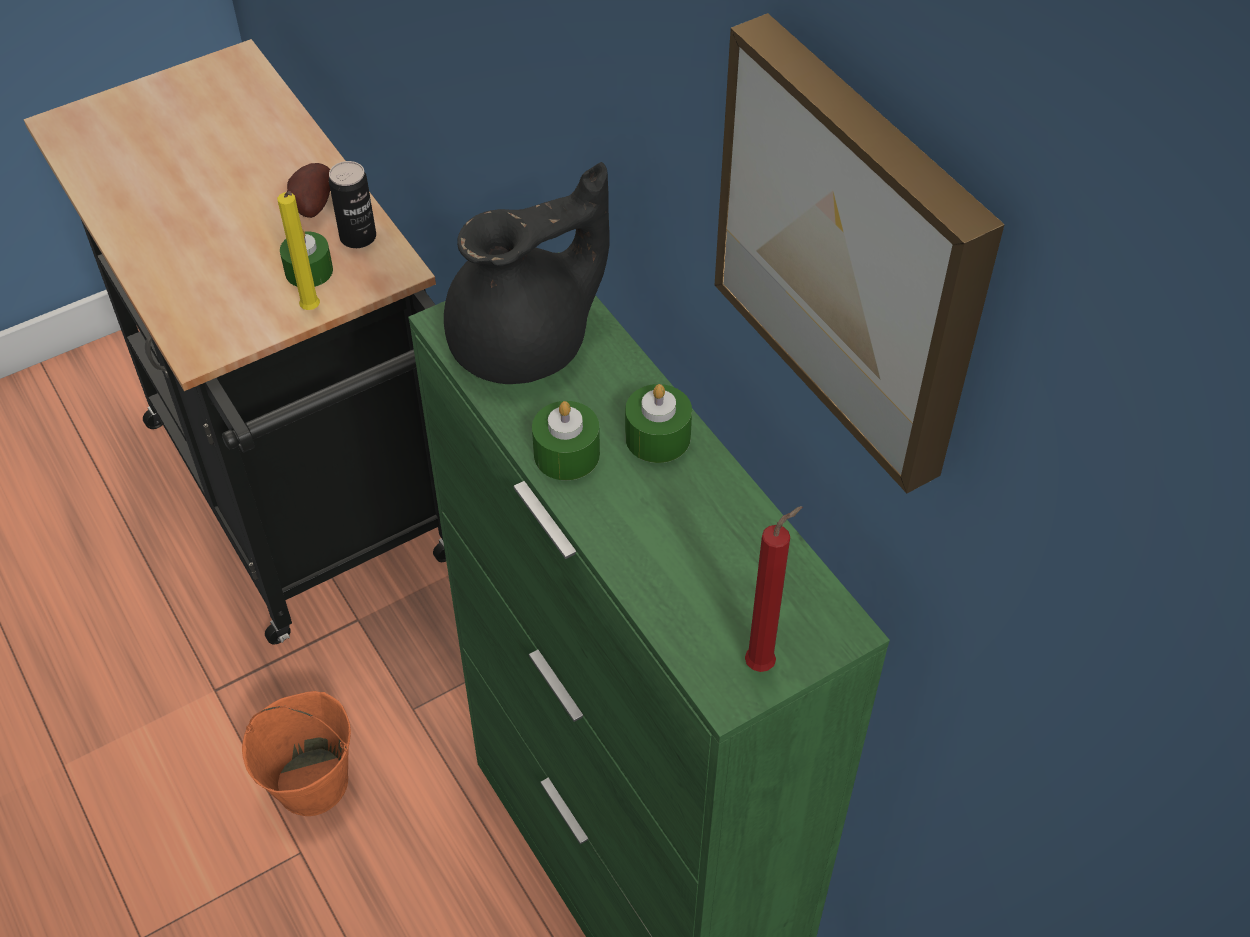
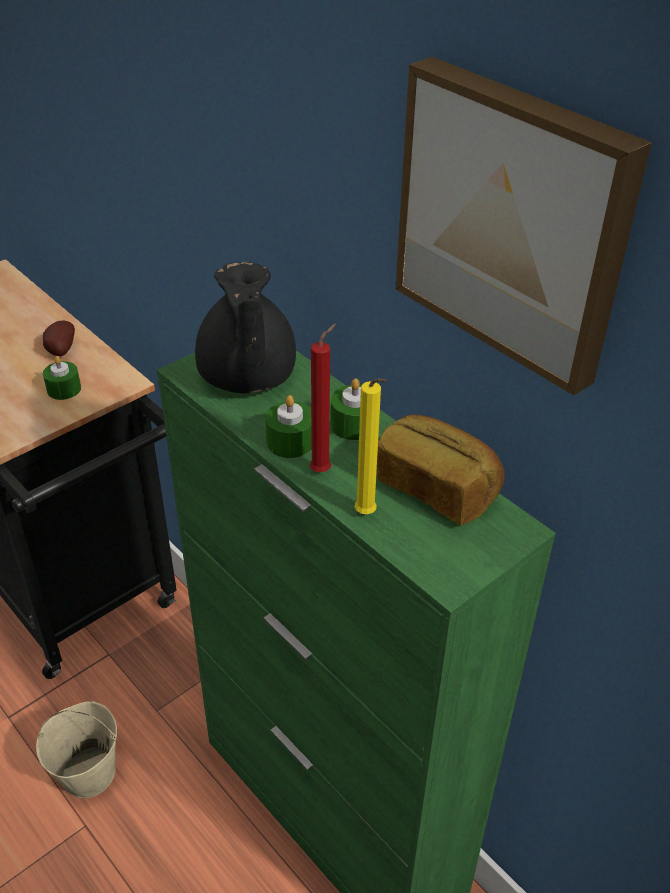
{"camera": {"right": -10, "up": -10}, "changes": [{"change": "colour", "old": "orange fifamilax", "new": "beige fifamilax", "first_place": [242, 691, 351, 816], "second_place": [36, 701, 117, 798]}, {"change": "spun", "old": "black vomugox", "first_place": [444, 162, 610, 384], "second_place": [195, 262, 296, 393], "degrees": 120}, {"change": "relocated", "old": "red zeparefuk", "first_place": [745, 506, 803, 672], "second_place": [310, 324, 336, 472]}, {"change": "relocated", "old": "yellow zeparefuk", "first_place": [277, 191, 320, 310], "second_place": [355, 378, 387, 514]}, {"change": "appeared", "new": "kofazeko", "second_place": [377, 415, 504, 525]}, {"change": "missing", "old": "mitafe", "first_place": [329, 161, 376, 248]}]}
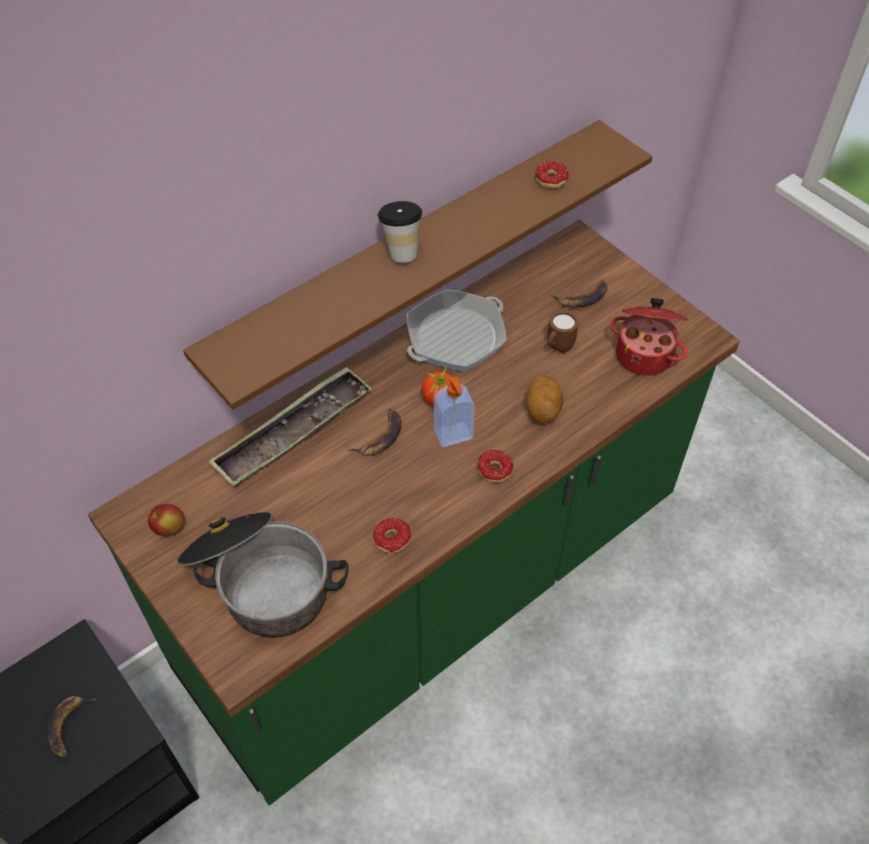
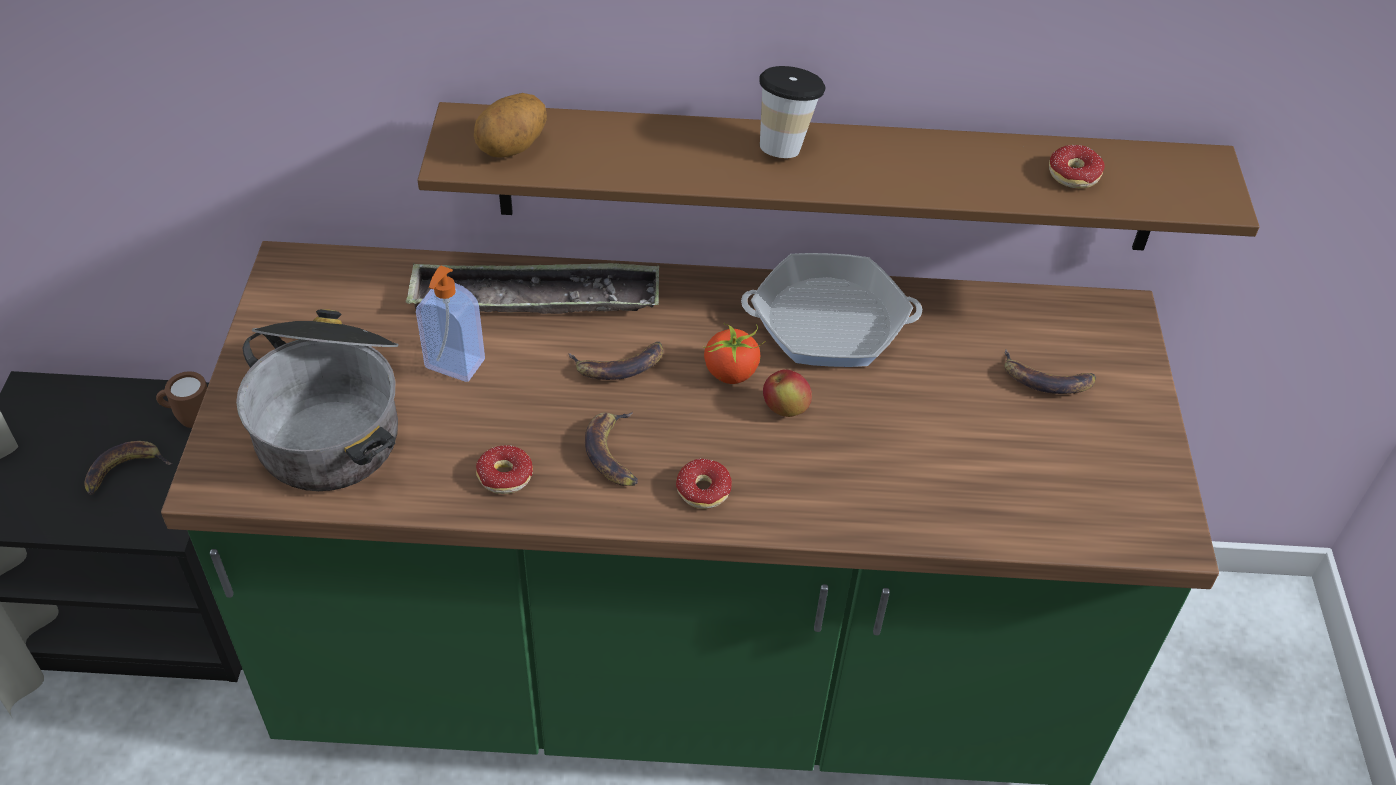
{"camera": {"right": 40, "up": -5}, "changes": [{"change": "relocated", "old": "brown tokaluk", "first_place": [547, 310, 579, 353], "second_place": [156, 371, 207, 428]}, {"change": "relocated", "old": "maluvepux", "first_place": [434, 376, 475, 447], "second_place": [416, 266, 485, 382]}, {"change": "relocated", "old": "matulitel", "first_place": [526, 375, 563, 423], "second_place": [474, 93, 547, 157]}, {"change": "appeared", "new": "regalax", "second_place": [585, 411, 638, 486]}, {"change": "relocated", "old": "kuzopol", "first_place": [148, 504, 185, 536], "second_place": [763, 369, 812, 417]}, {"change": "missing", "old": "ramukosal", "first_place": [610, 298, 688, 376]}]}
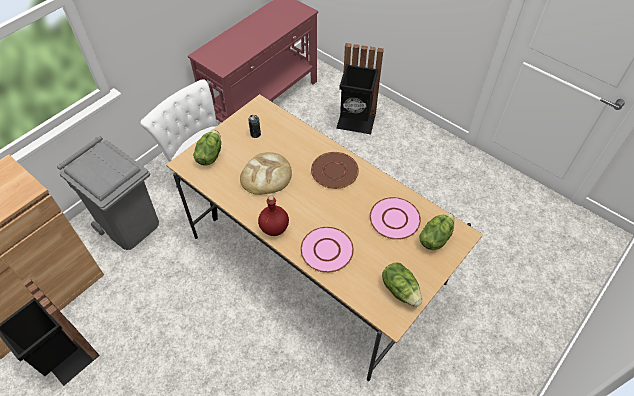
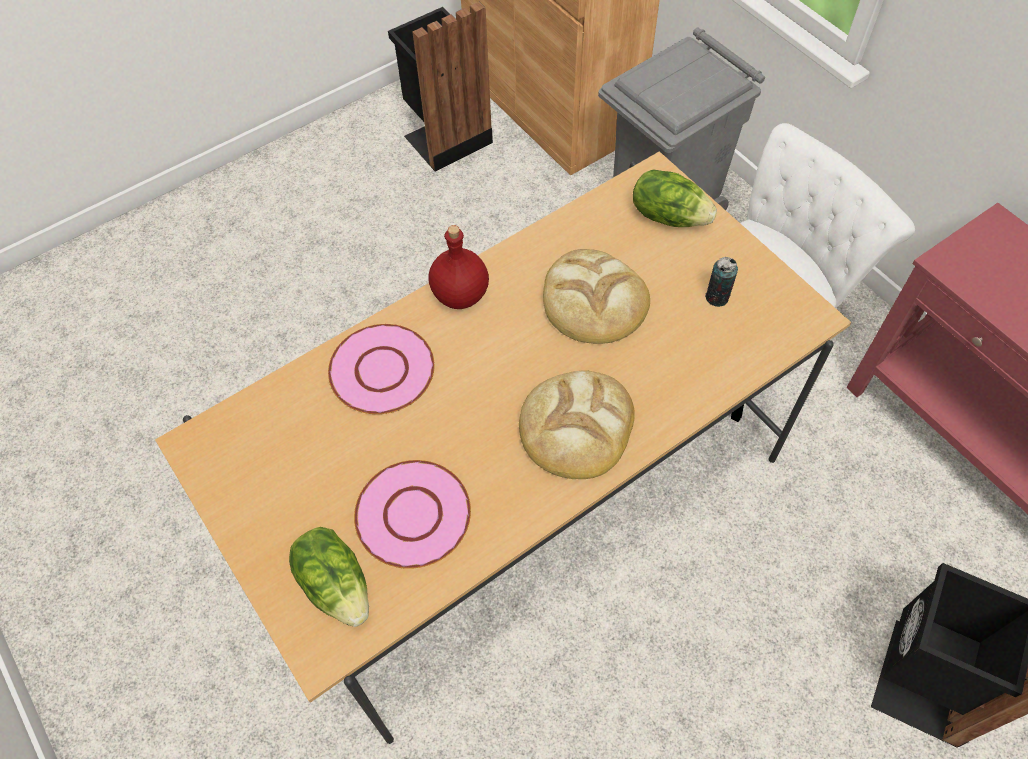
{"camera": {"right": 105, "up": 5}, "changes": [{"change": "exchanged", "old": "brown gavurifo", "new": "kofazeko", "first_place": [311, 152, 359, 189], "second_place": [519, 370, 635, 479]}, {"change": "missing", "old": "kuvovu", "first_place": [382, 262, 422, 307]}]}
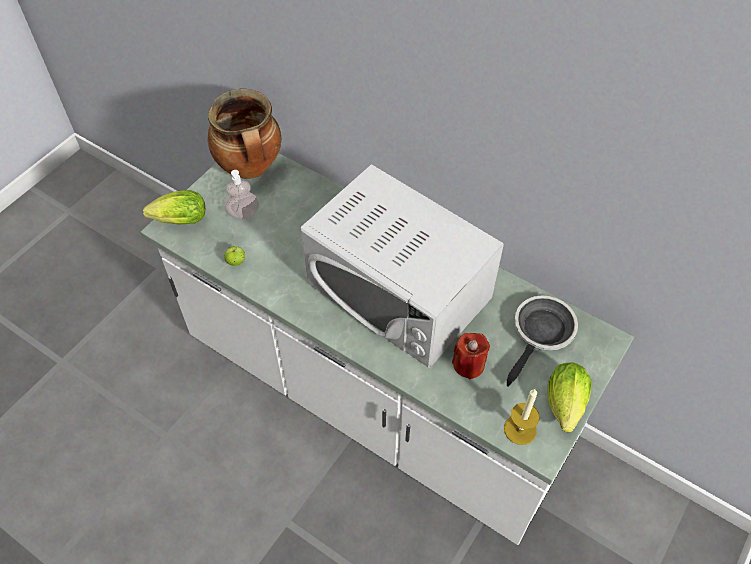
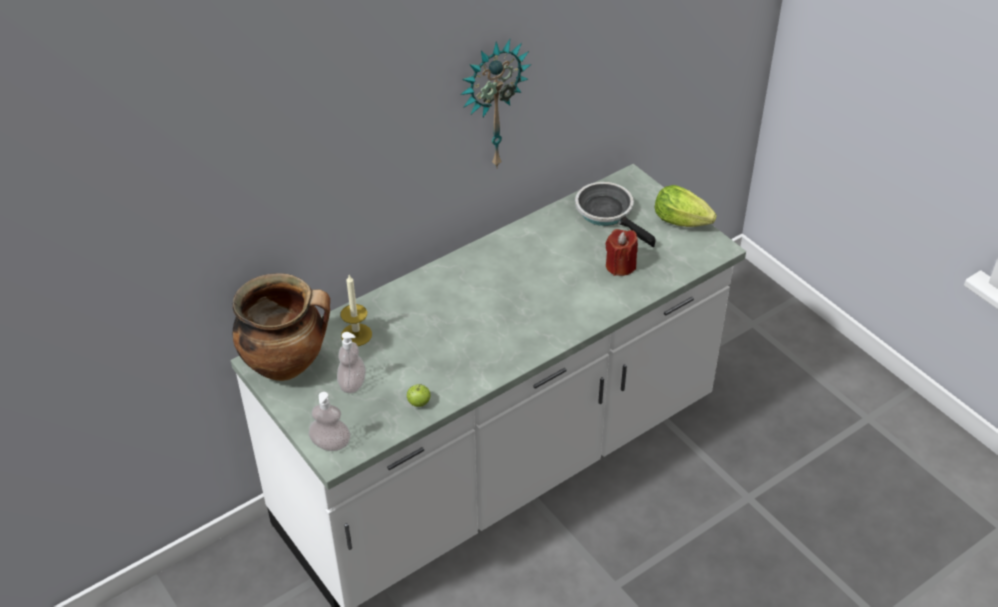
{"camera": {"right": -70, "up": -10}, "changes": [{"change": "exchanged", "old": "kuvovu", "new": "maluvepux", "first_place": [143, 190, 205, 225], "second_place": [308, 392, 351, 451]}, {"change": "relocated", "old": "zeparefuk", "first_place": [504, 389, 540, 445], "second_place": [341, 275, 372, 346]}, {"change": "appeared", "new": "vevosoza", "second_place": [460, 39, 531, 169]}, {"change": "missing", "old": "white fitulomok", "first_place": [300, 164, 504, 368]}]}
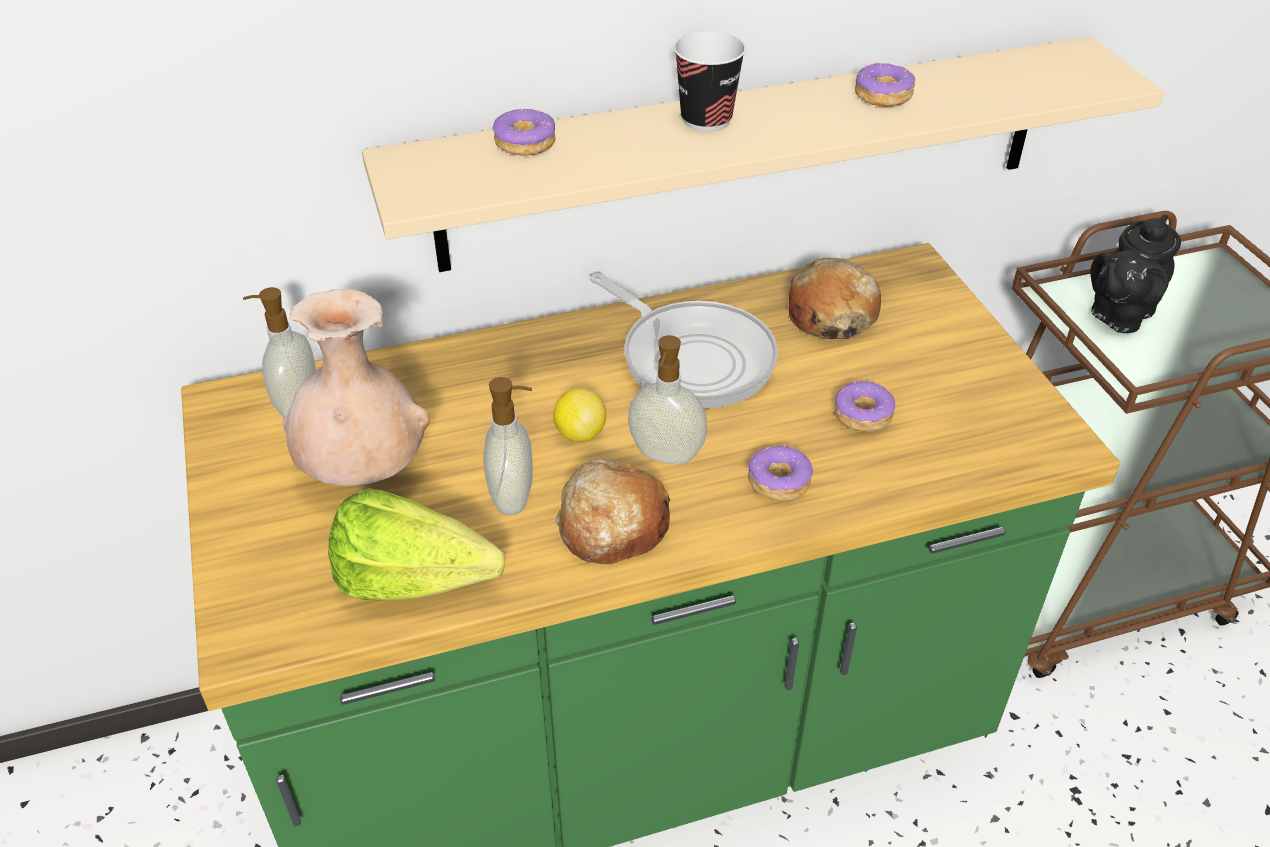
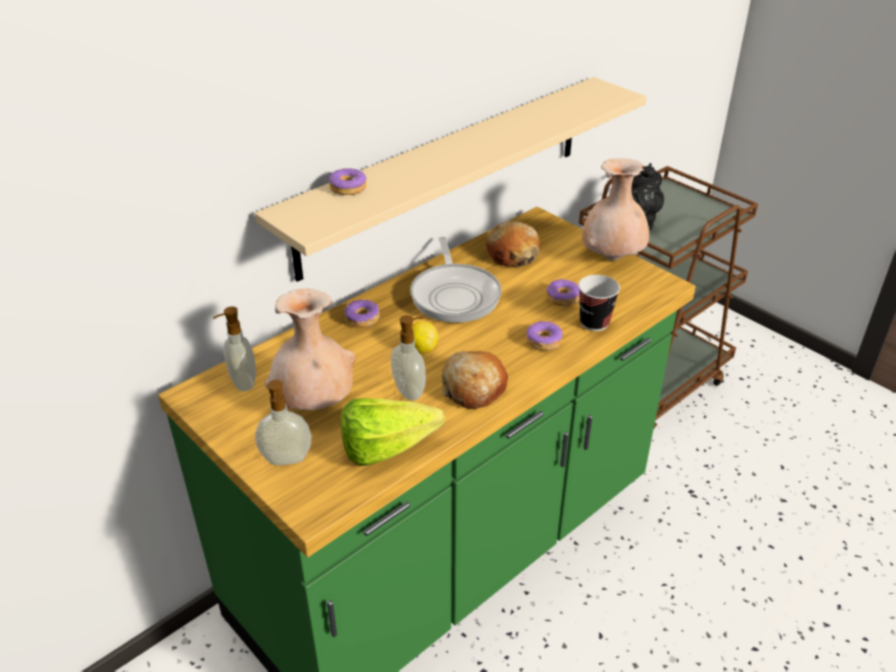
{"camera": {"right": -25, "up": -5}, "changes": [{"change": "relocated", "old": "maluvepux", "first_place": [628, 335, 707, 464], "second_place": [255, 380, 312, 465]}, {"change": "relocated", "old": "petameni", "first_place": [855, 63, 915, 107], "second_place": [345, 300, 380, 328]}, {"change": "spun", "old": "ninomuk", "first_place": [590, 273, 778, 409], "second_place": [410, 237, 502, 323], "degrees": 60}, {"change": "relocated", "old": "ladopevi", "first_place": [674, 31, 746, 132], "second_place": [578, 275, 620, 331]}, {"change": "appeared", "new": "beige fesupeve", "second_place": [582, 158, 649, 261]}]}
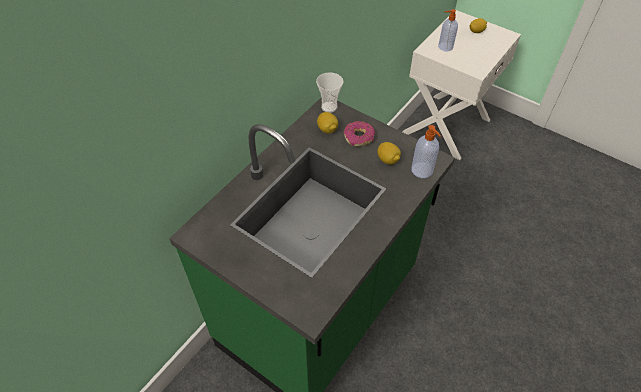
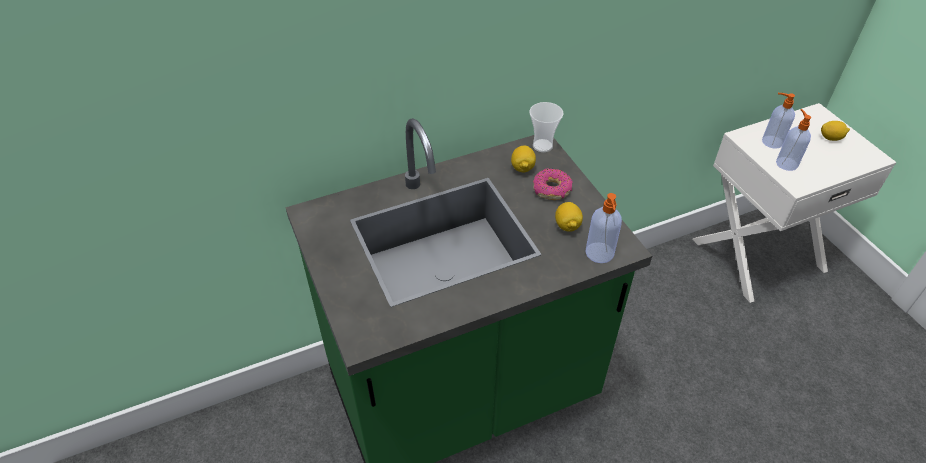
{"camera": {"right": 30, "up": -5}, "changes": [{"change": "appeared", "new": "maluvepux", "second_place": [776, 109, 811, 171]}]}
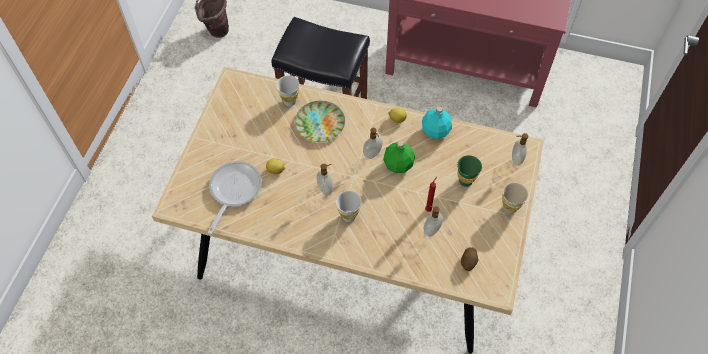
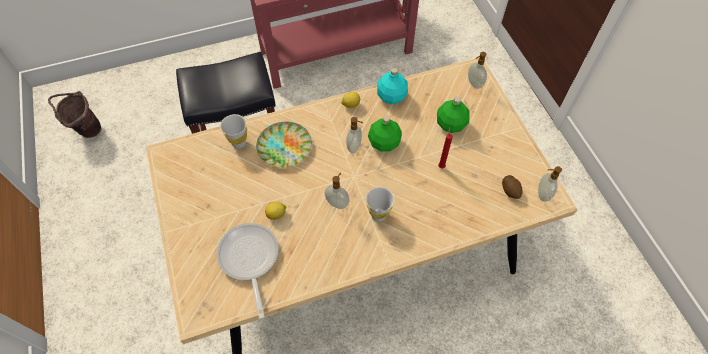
{"camera": {"right": -35, "up": 0}, "changes": [{"change": "exchanged", "old": "green ladopevi", "new": "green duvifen", "first_place": [457, 155, 482, 187], "second_place": [437, 96, 469, 133]}, {"change": "relocated", "old": "maluvepux", "first_place": [424, 205, 443, 237], "second_place": [538, 166, 562, 202]}, {"change": "missing", "old": "beige ladopevi", "first_place": [502, 183, 528, 214]}]}
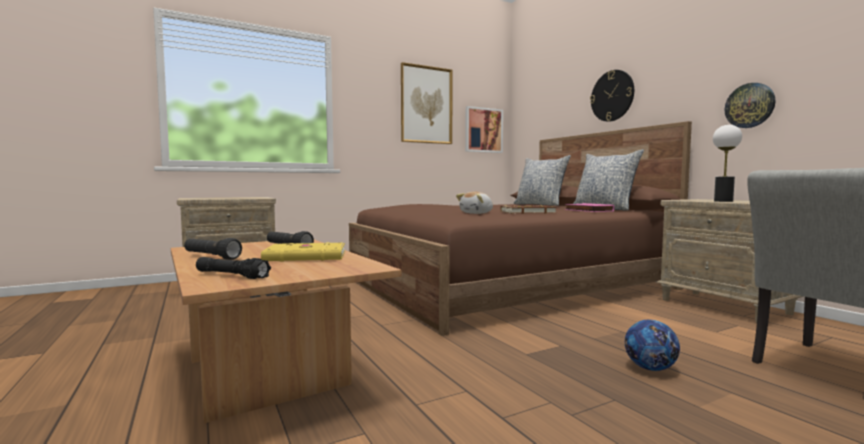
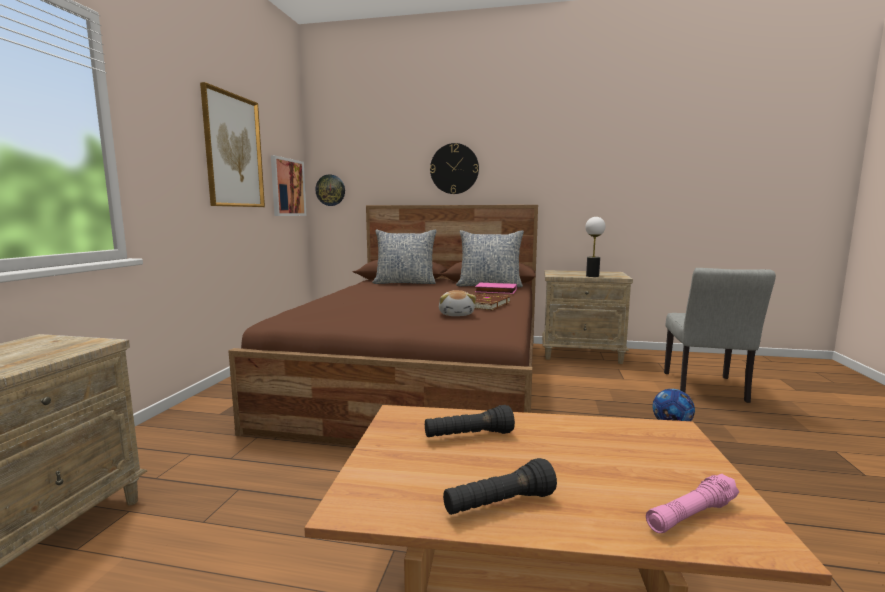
{"camera": {"right": -50, "up": 5}, "changes": [{"change": "relocated", "old": "vevosoza", "first_place": [725, 83, 775, 128], "second_place": [315, 174, 345, 206]}, {"change": "colour", "old": "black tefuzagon", "new": "pink tefuzagon", "first_place": [196, 257, 271, 279], "second_place": [646, 474, 739, 533]}, {"change": "missing", "old": "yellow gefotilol", "first_place": [261, 242, 345, 262]}]}
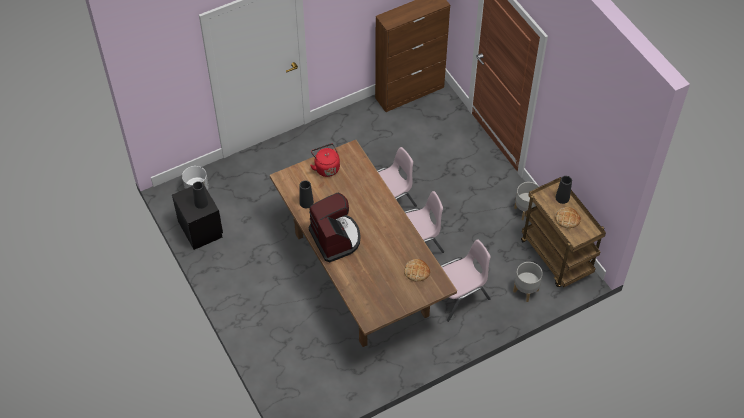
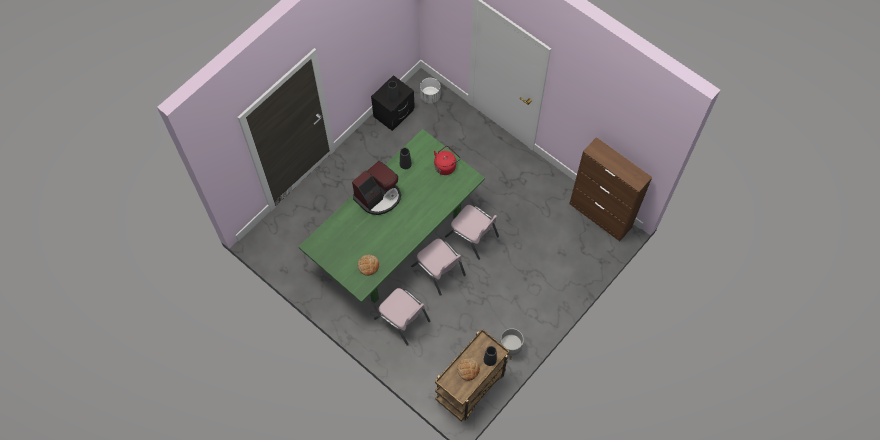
{"camera": {"right": 70, "up": 10}, "changes": [{"change": "colour", "old": "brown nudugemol", "new": "green nudugemol", "first_place": [270, 140, 457, 347], "second_place": [299, 129, 485, 303]}, {"change": "missing", "old": "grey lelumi", "first_place": [513, 262, 543, 302]}]}
